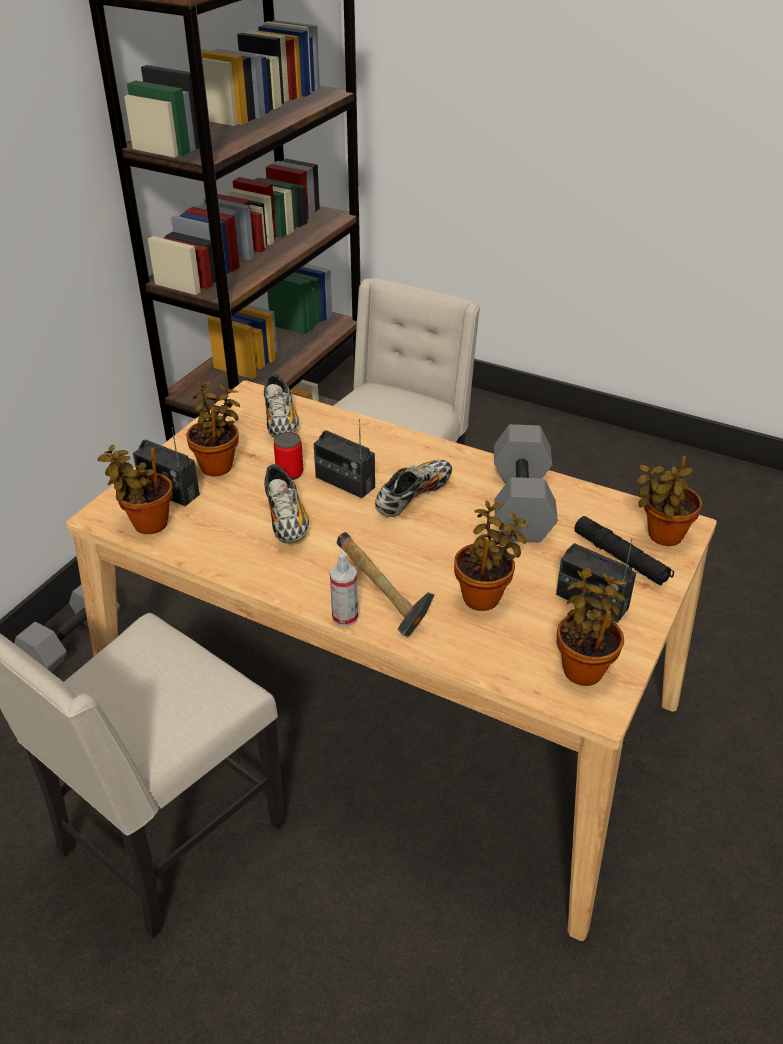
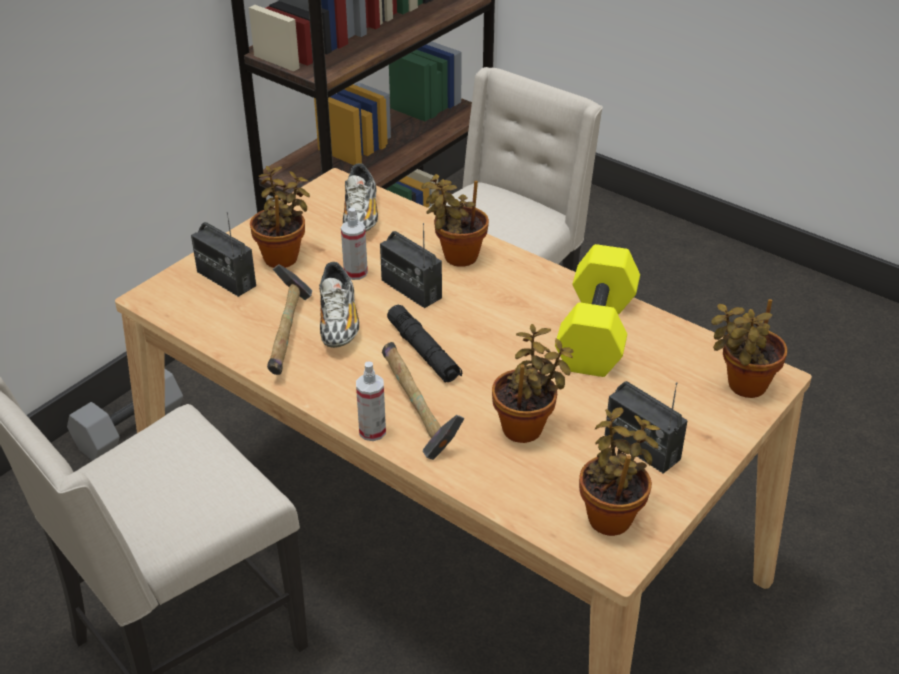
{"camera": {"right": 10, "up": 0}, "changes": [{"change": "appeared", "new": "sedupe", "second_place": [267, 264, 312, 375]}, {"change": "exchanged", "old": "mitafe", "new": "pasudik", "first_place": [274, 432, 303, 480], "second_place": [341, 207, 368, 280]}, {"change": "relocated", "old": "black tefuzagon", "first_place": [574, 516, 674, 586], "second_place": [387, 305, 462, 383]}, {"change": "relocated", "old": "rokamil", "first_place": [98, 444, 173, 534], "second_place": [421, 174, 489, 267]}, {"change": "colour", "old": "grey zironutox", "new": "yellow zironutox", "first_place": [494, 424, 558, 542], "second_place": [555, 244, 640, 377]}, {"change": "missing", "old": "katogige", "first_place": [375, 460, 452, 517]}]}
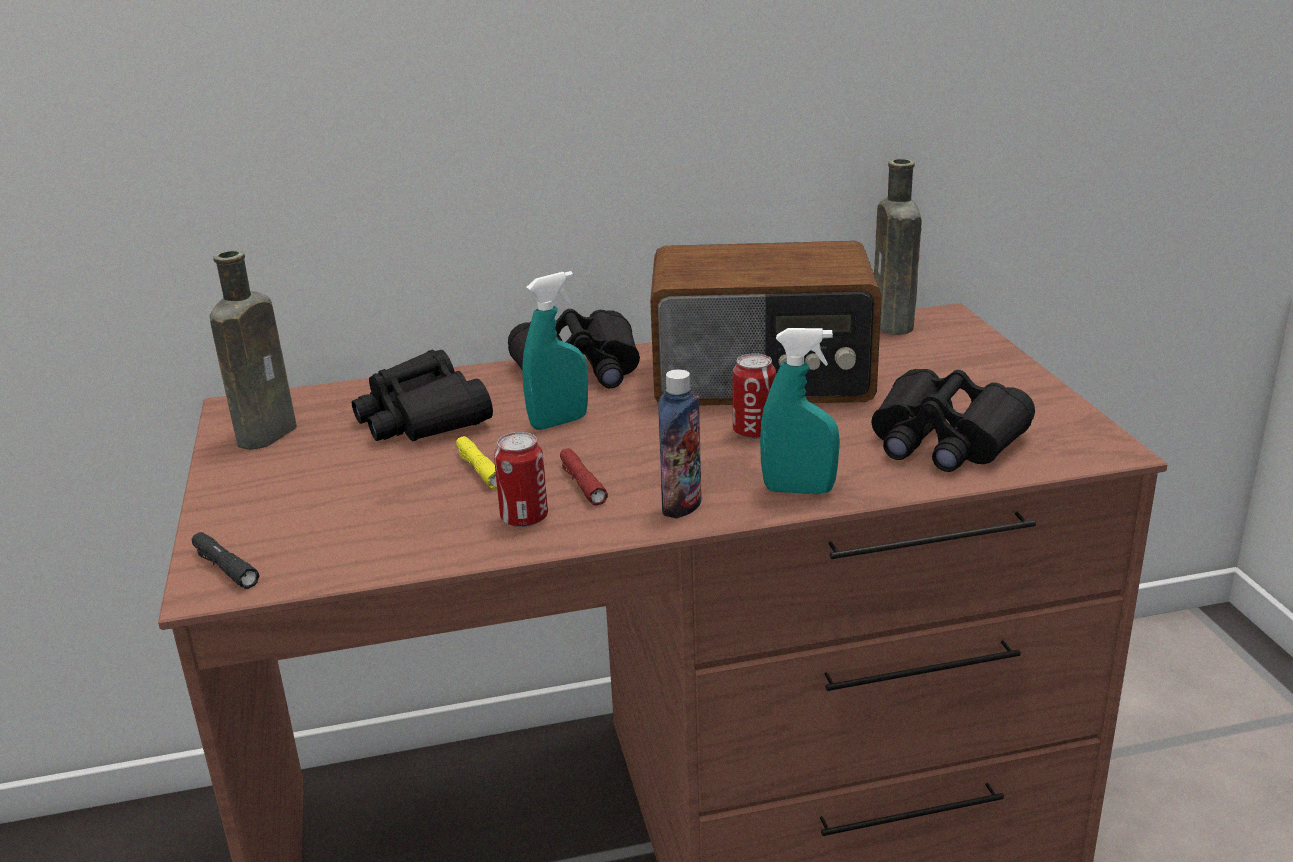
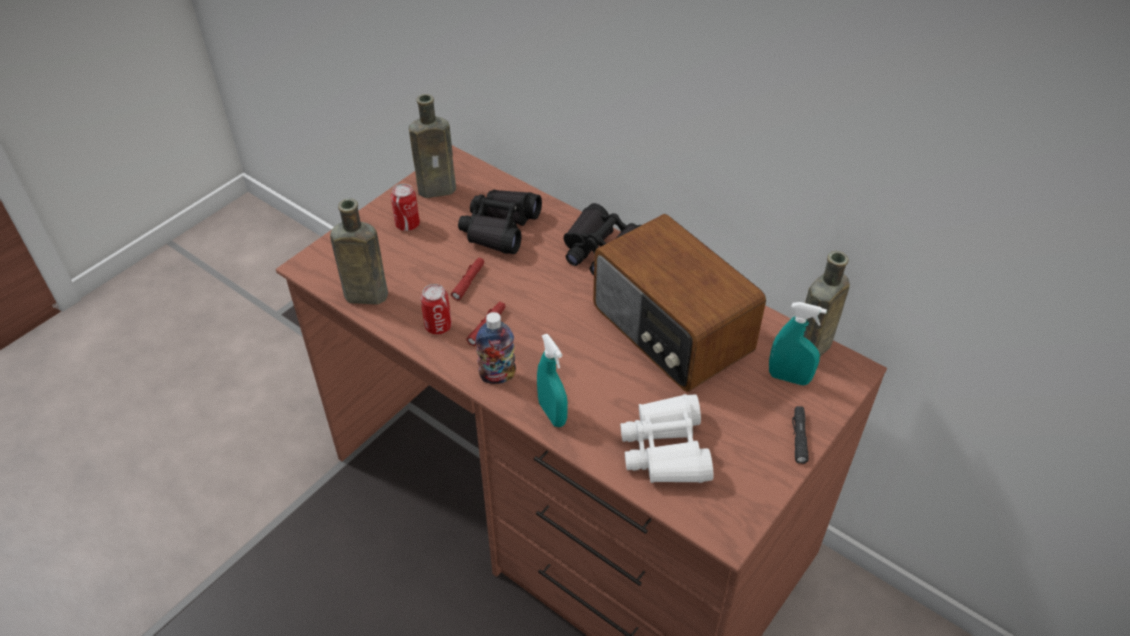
{"camera": {"right": 50, "up": 20}, "changes": [{"change": "appeared", "new": "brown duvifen", "second_place": [330, 199, 388, 305]}, {"change": "relocated", "old": "mitafe", "first_place": [733, 353, 776, 439], "second_place": [391, 184, 420, 231]}, {"change": "colour", "old": "yellow tefuzagon", "new": "red tefuzagon", "first_place": [456, 436, 497, 489], "second_place": [451, 258, 484, 300]}, {"change": "colour", "old": "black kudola", "new": "white kudola", "first_place": [871, 369, 1035, 472], "second_place": [620, 394, 713, 483]}, {"change": "relocated", "old": "turquoise pasudik", "first_place": [522, 271, 588, 430], "second_place": [769, 302, 827, 385]}, {"change": "relocated", "old": "black tefuzagon", "first_place": [192, 532, 259, 589], "second_place": [792, 406, 808, 464]}]}
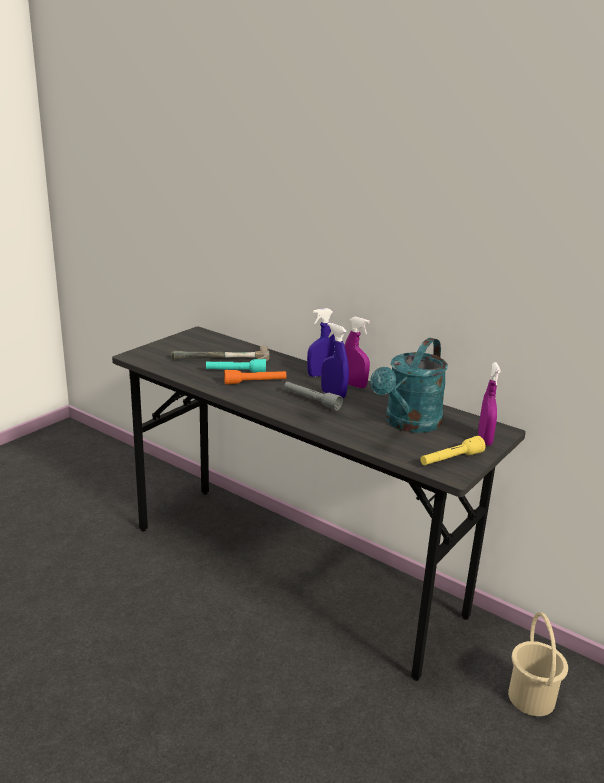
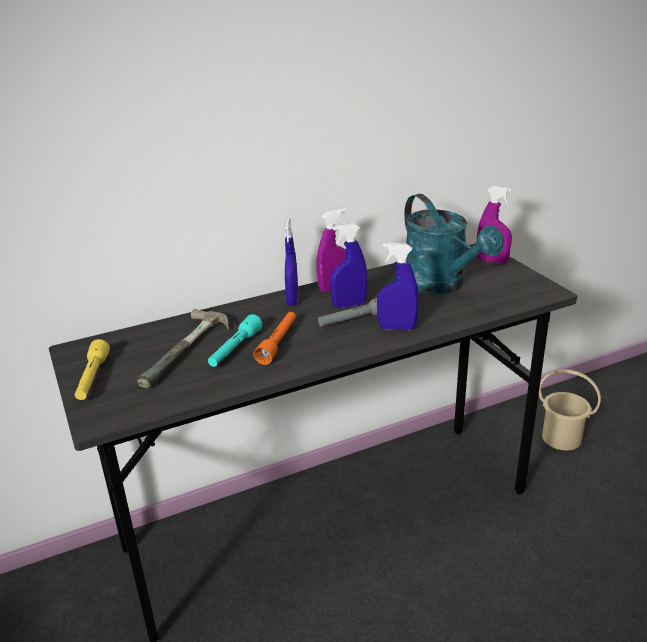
{"camera": {"right": -60, "up": 5}, "changes": [{"change": "relocated", "old": "yellow tefuzagon", "first_place": [420, 436, 486, 465], "second_place": [75, 339, 110, 400]}, {"change": "appeared", "new": "blue pasudik", "second_place": [377, 243, 419, 330]}]}
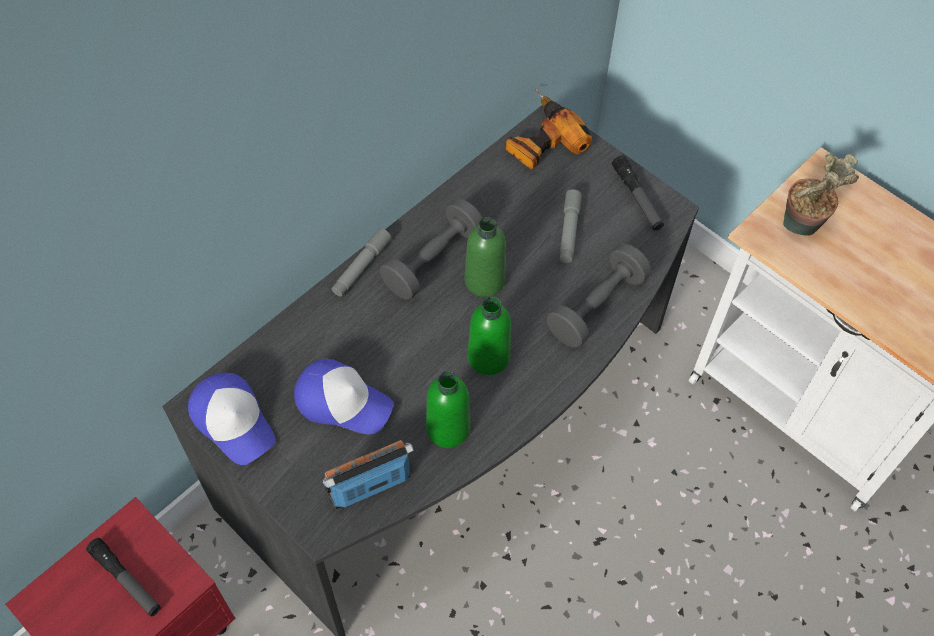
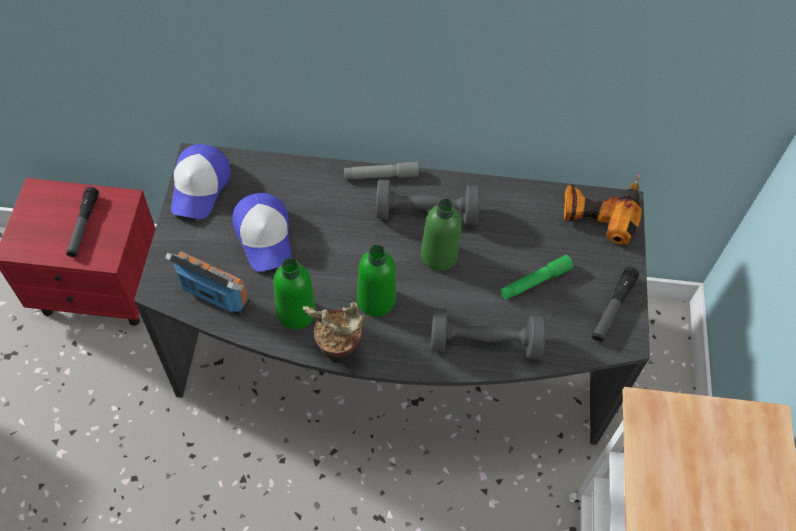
{"camera": {"right": 50, "up": 0}, "changes": [{"change": "relocated", "old": "rokamil", "first_place": [783, 154, 859, 235], "second_place": [303, 302, 365, 364]}, {"change": "colour", "old": "grey tefuzagon", "new": "green tefuzagon", "first_place": [560, 189, 582, 263], "second_place": [501, 255, 573, 300]}]}
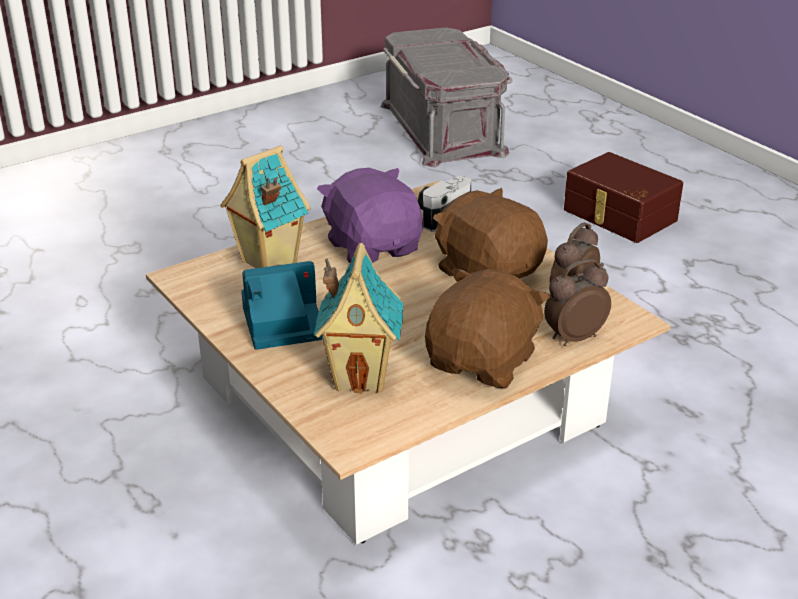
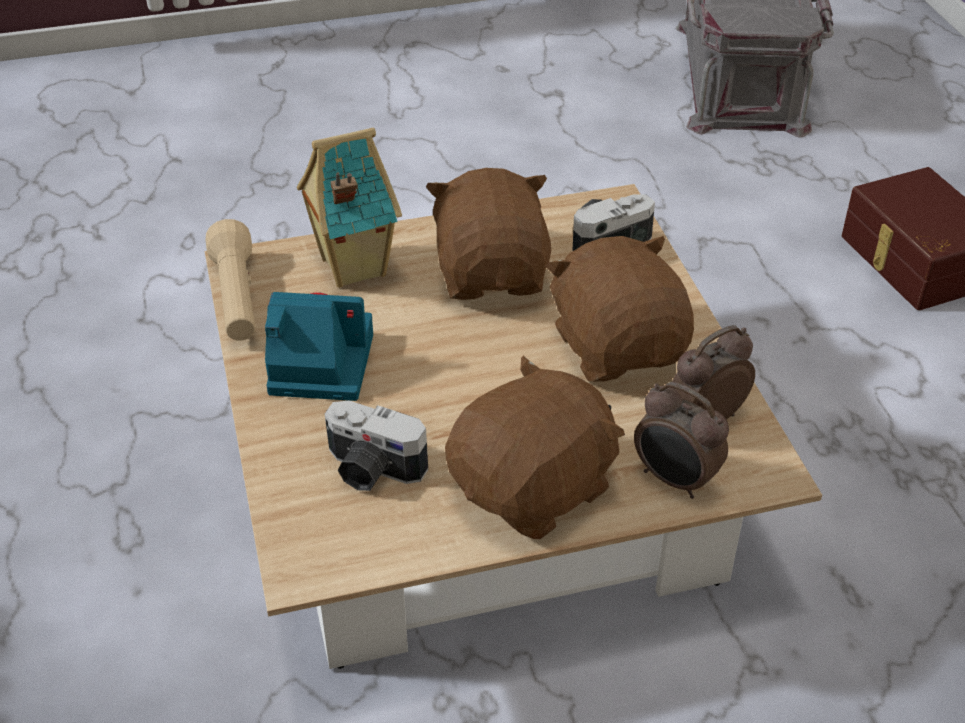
{"camera": {"right": 20, "up": 10}, "changes": [{"change": "appeared", "new": "beige tefuzagon", "second_place": [206, 219, 256, 340]}, {"change": "exchanged", "old": "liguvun", "new": "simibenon", "first_place": [314, 243, 404, 393], "second_place": [325, 400, 428, 491]}, {"change": "colour", "old": "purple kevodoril", "new": "brown kevodoril", "first_place": [317, 168, 423, 263], "second_place": [426, 168, 551, 300]}, {"change": "spun", "old": "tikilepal", "first_place": [544, 259, 611, 346], "second_place": [634, 382, 729, 499], "degrees": -135}]}
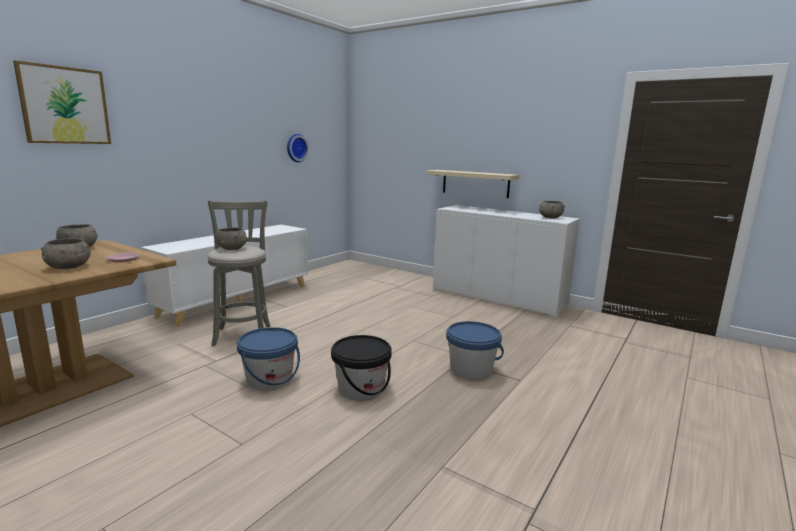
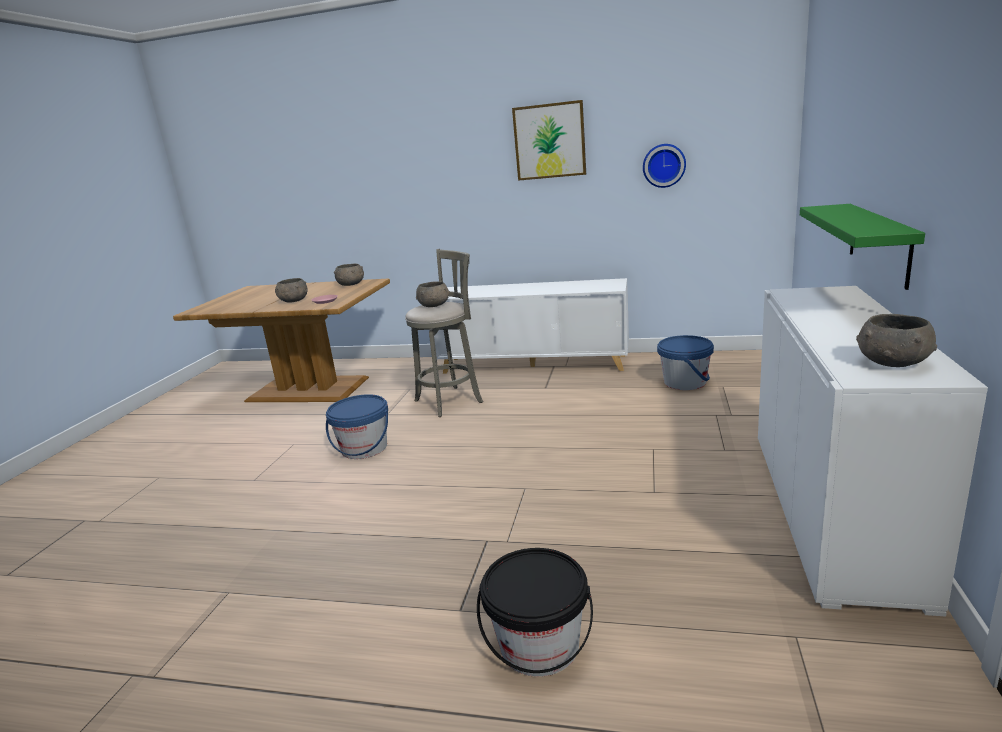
{"camera": {"right": 70, "up": 5}, "changes": [{"change": "relocated", "old": "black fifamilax", "first_place": [331, 335, 392, 401], "second_place": [477, 548, 593, 677]}, {"change": "relocated", "old": "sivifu", "first_place": [13, 60, 111, 144], "second_place": [512, 100, 586, 181]}, {"change": "relocated", "old": "blue fifamilax", "first_place": [446, 321, 504, 380], "second_place": [657, 335, 714, 390]}, {"change": "colour", "old": "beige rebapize", "new": "green rebapize", "first_place": [426, 170, 519, 198], "second_place": [800, 204, 925, 290]}]}
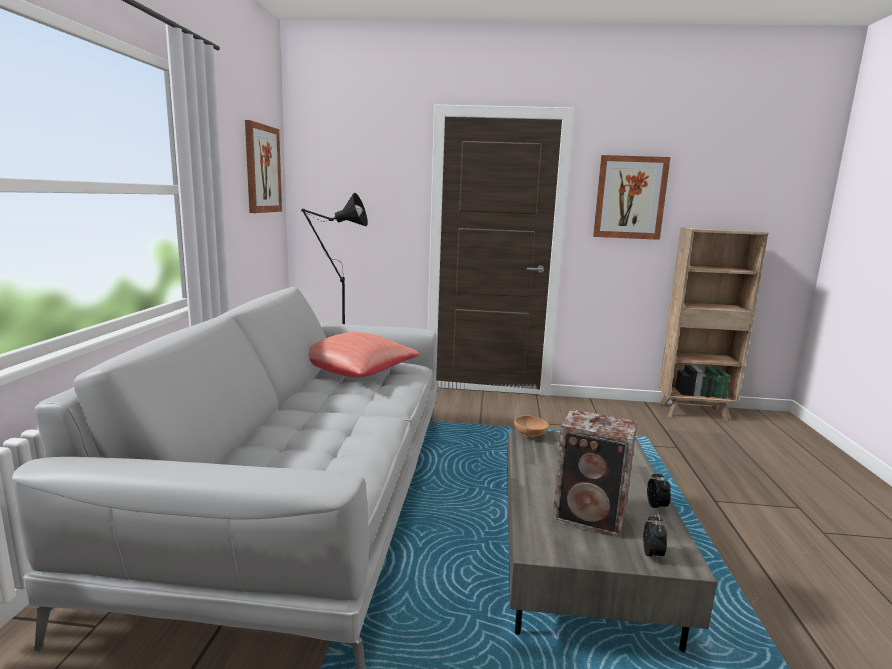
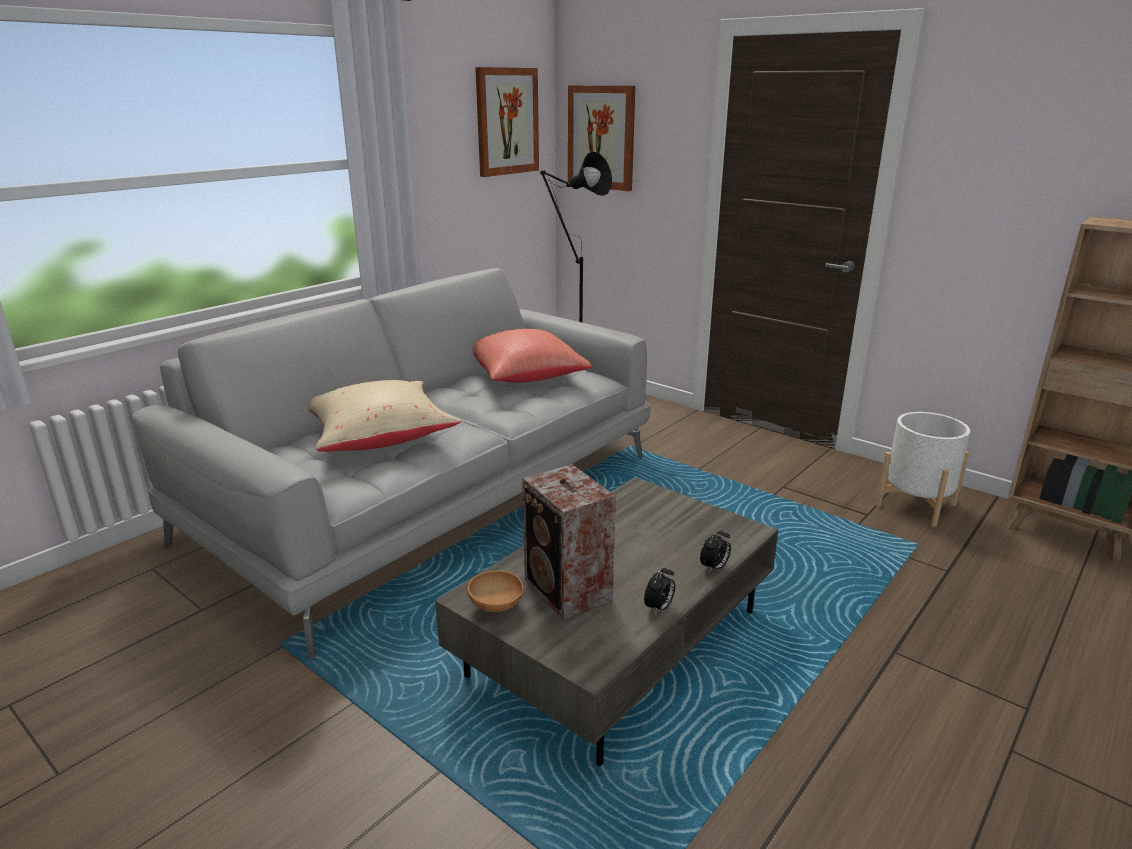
{"camera": {"right": 35, "up": 10}, "changes": [{"change": "appeared", "new": "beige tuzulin", "second_place": [308, 380, 461, 452]}, {"change": "relocated", "old": "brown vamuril", "first_place": [514, 415, 549, 438], "second_place": [468, 570, 524, 612]}, {"change": "relocated", "old": "sivifu", "first_place": [593, 155, 670, 240], "second_place": [568, 86, 636, 191]}, {"change": "relocated", "old": "tikilepal", "first_place": [643, 513, 667, 563], "second_place": [700, 528, 731, 573]}, {"change": "appeared", "new": "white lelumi", "second_place": [876, 412, 970, 527]}]}
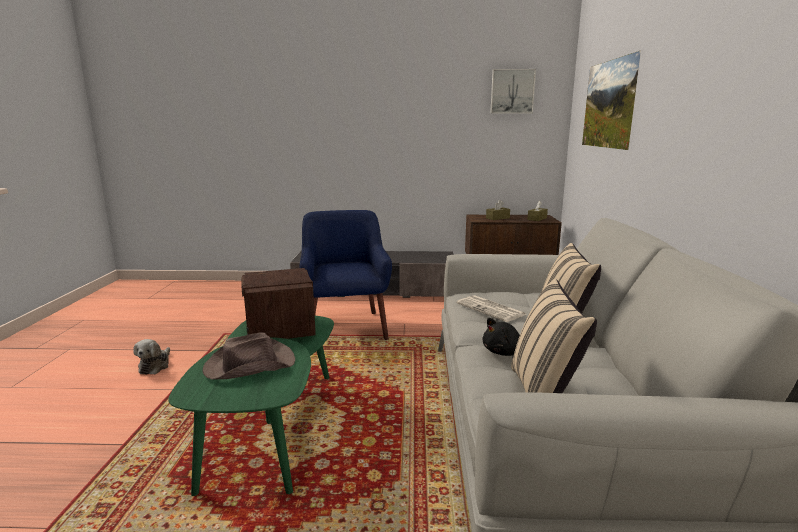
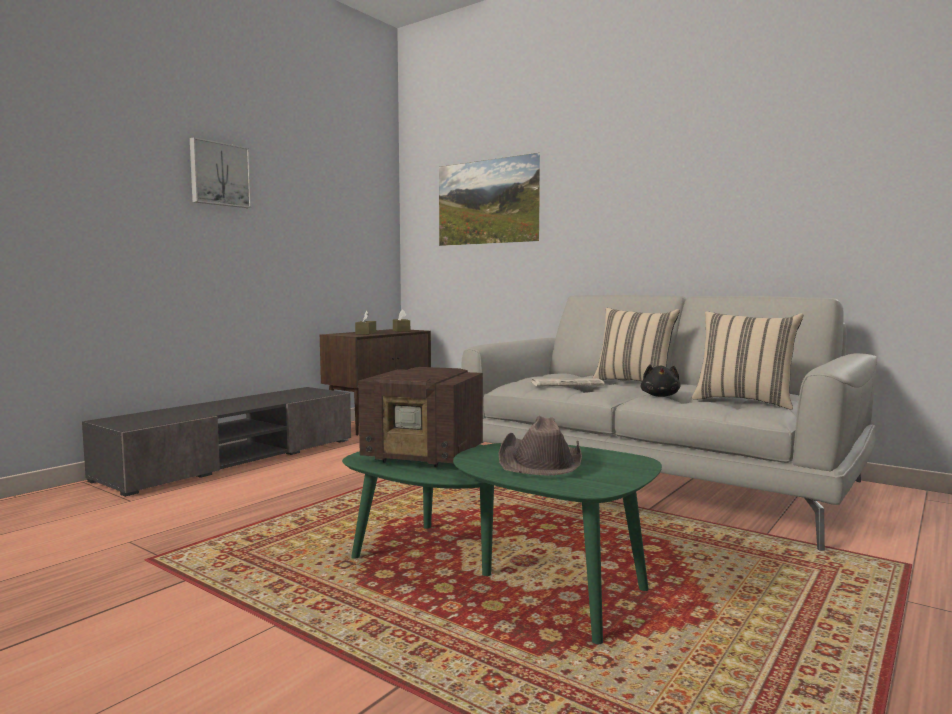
{"camera": {"right": -55, "up": -10}, "changes": [{"change": "relocated", "old": "sivifu", "first_place": [490, 69, 536, 114], "second_place": [190, 137, 251, 208]}, {"change": "missing", "old": "kevodoril", "first_place": [133, 339, 170, 375]}, {"change": "missing", "old": "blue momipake", "first_place": [300, 210, 392, 340]}]}
